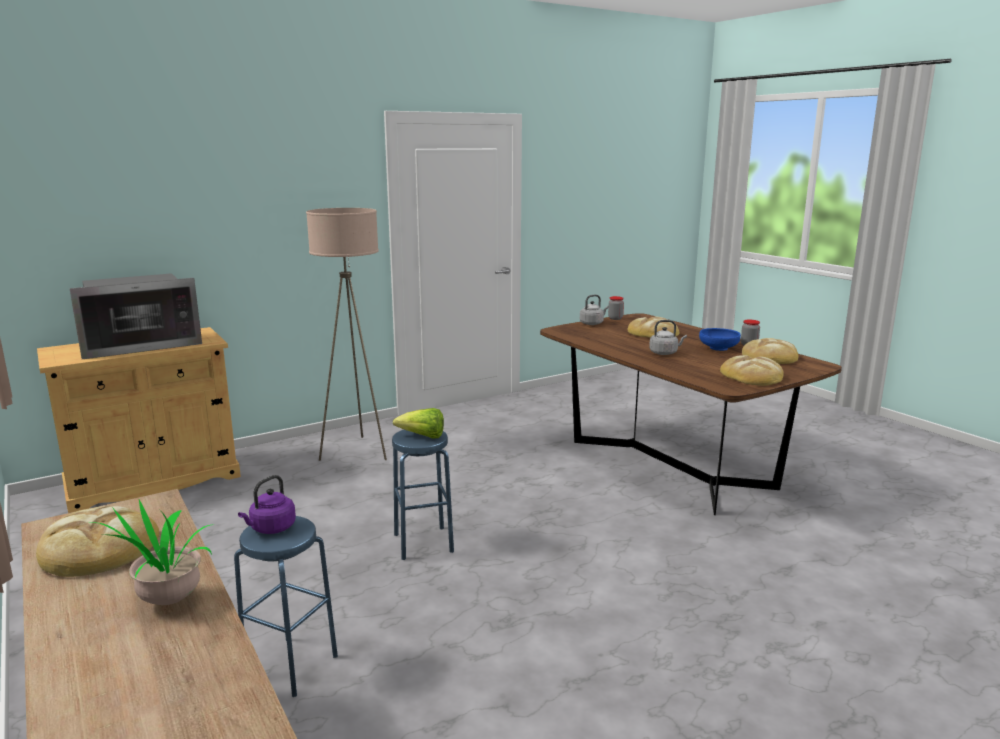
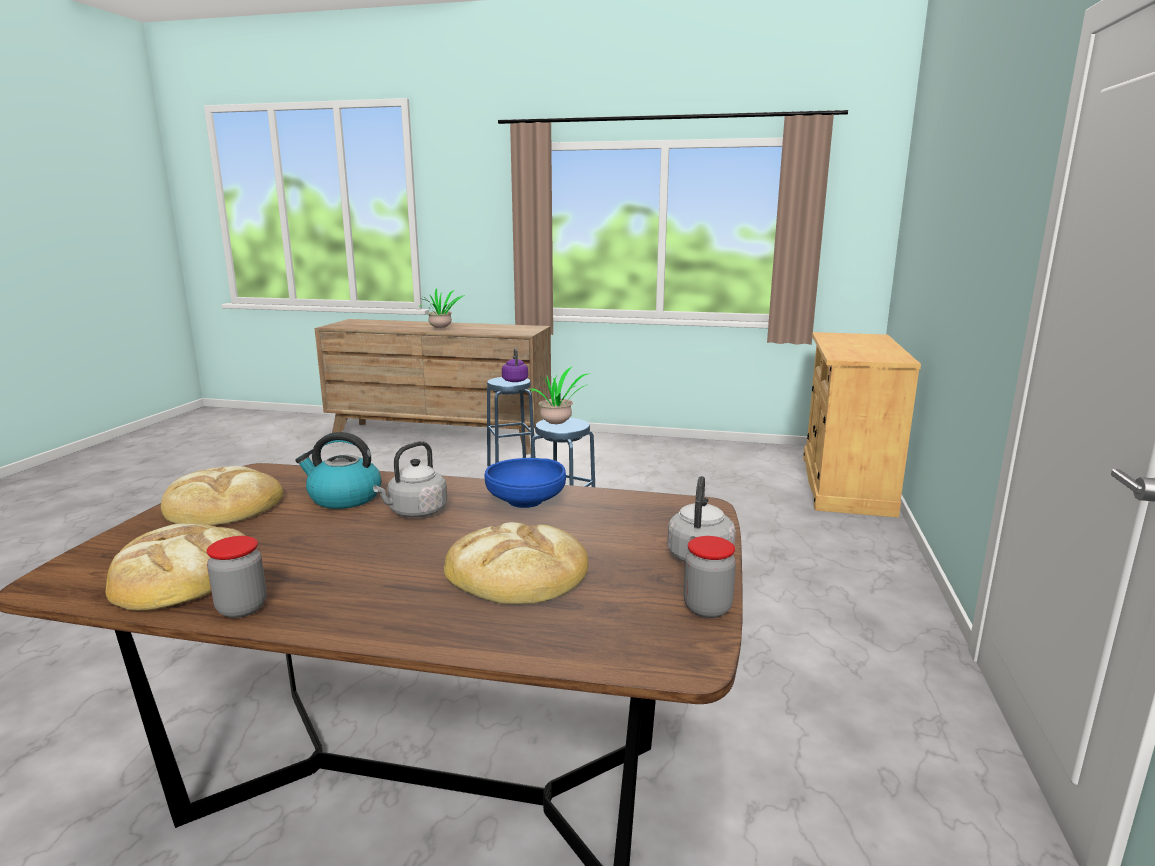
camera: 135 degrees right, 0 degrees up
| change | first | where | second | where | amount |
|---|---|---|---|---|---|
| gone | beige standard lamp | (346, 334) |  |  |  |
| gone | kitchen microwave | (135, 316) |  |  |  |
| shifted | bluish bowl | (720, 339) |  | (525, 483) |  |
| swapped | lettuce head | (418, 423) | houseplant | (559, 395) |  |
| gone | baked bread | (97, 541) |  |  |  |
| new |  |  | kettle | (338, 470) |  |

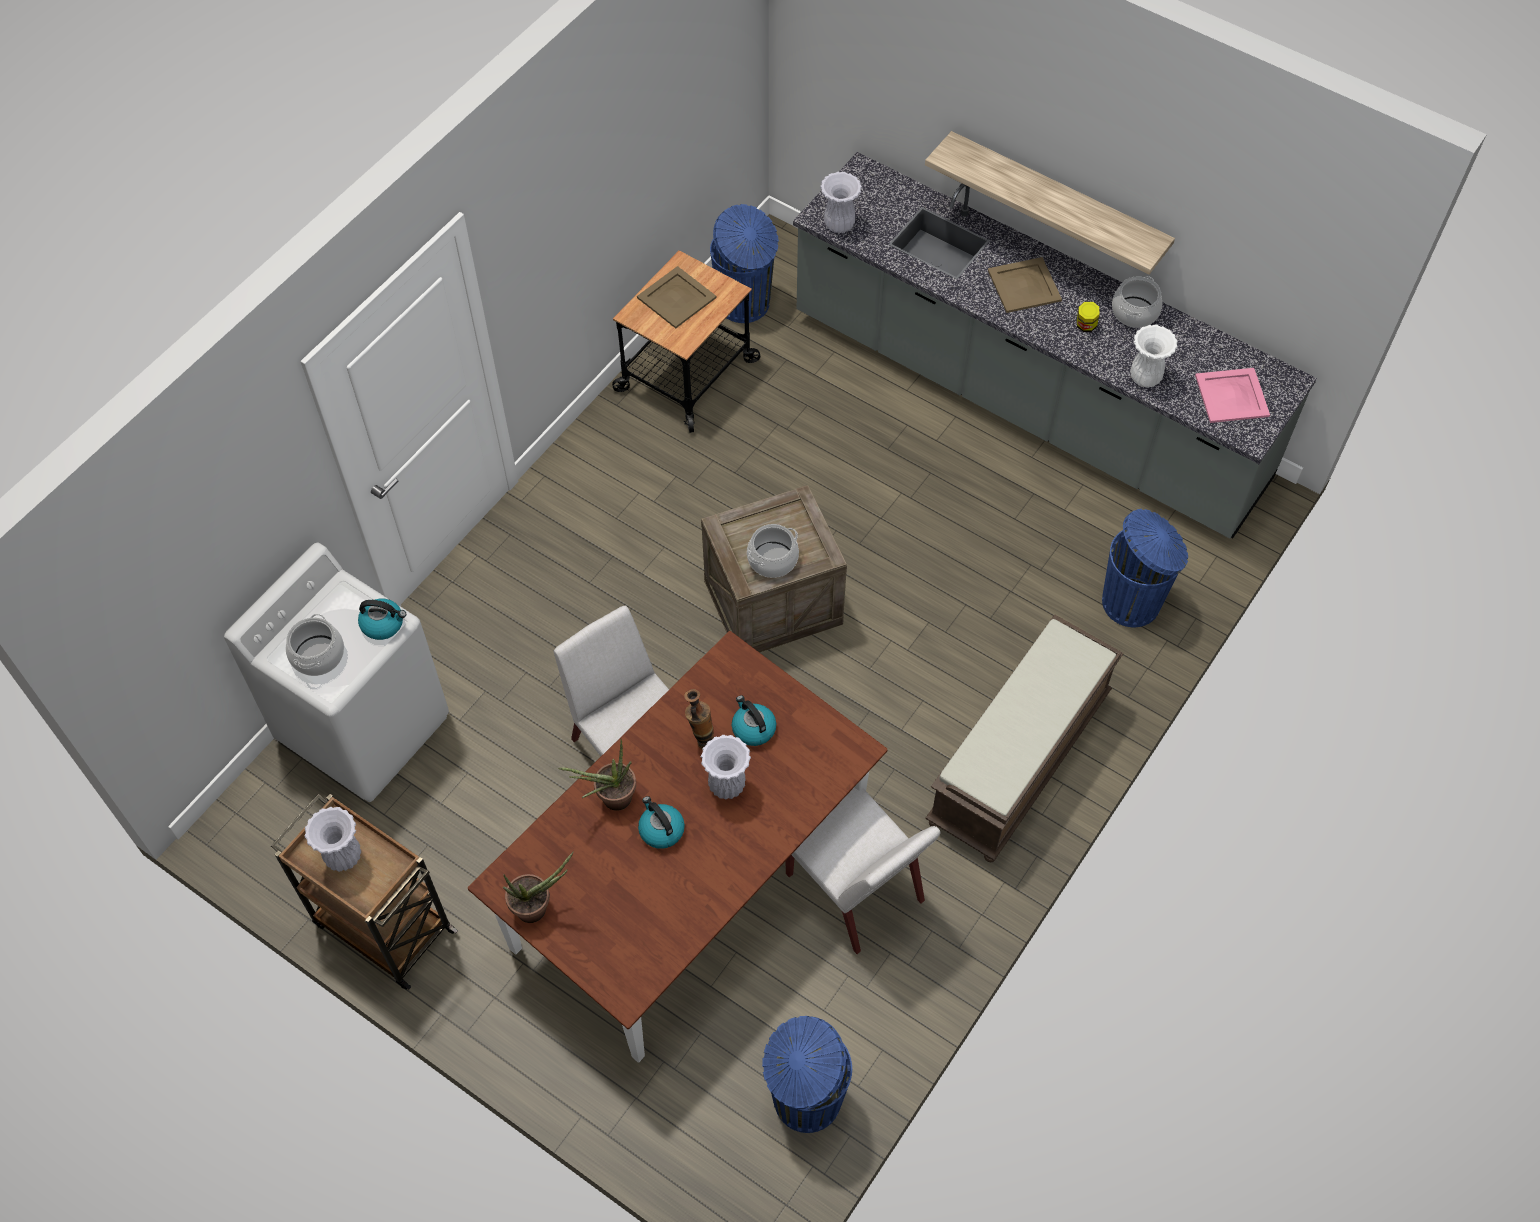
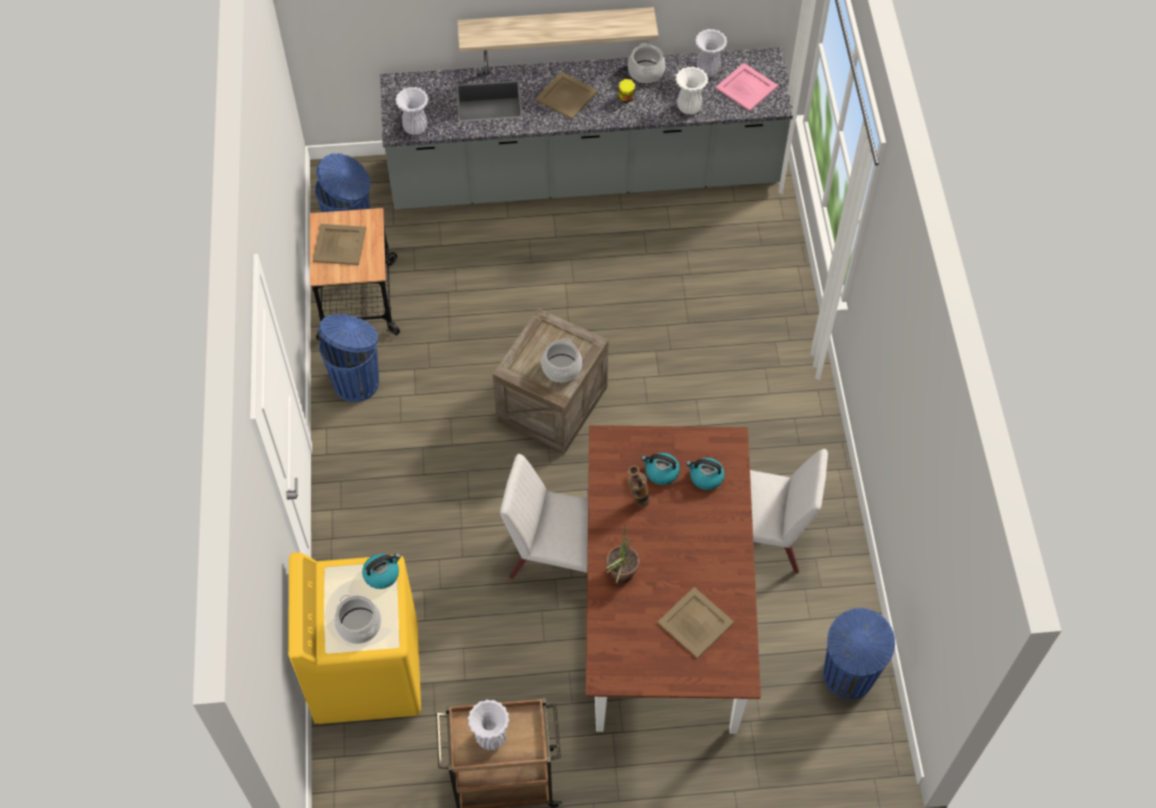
camera: 40 degrees left, 0 degrees up
| change | first | where | second | where | amount |
|---|---|---|---|---|---|
| shifted | bluish waste bin | (1145, 568) |  | (349, 358) |  |
| repainted | white-coloured laundry machine | (336, 672) | yellow laundry machine | (354, 638) |  |
| gone | brownish long seat | (1024, 738) |  |  |  |
| shifted | white-coloured vase | (726, 767) |  | (711, 53) |  |
| shifted | kettle | (661, 822) |  | (705, 474) |  |
| gone | houseplant | (538, 887) |  |  |  |
| new |  |  | beige carrying tray | (695, 623) |  |

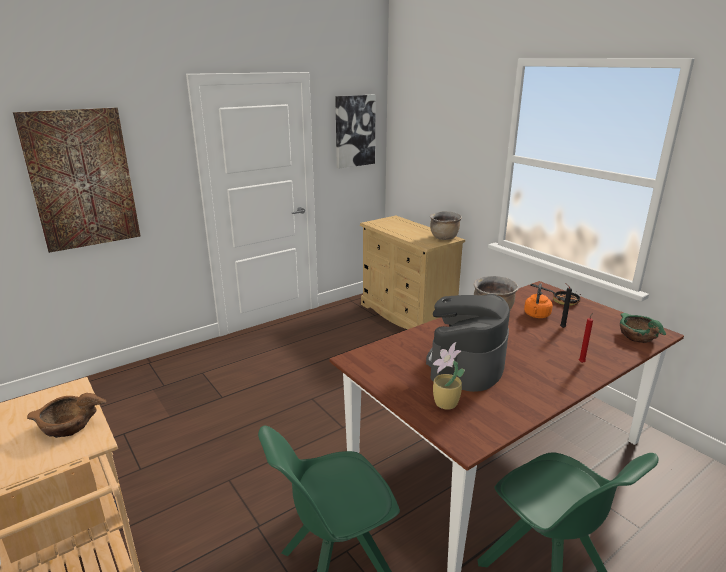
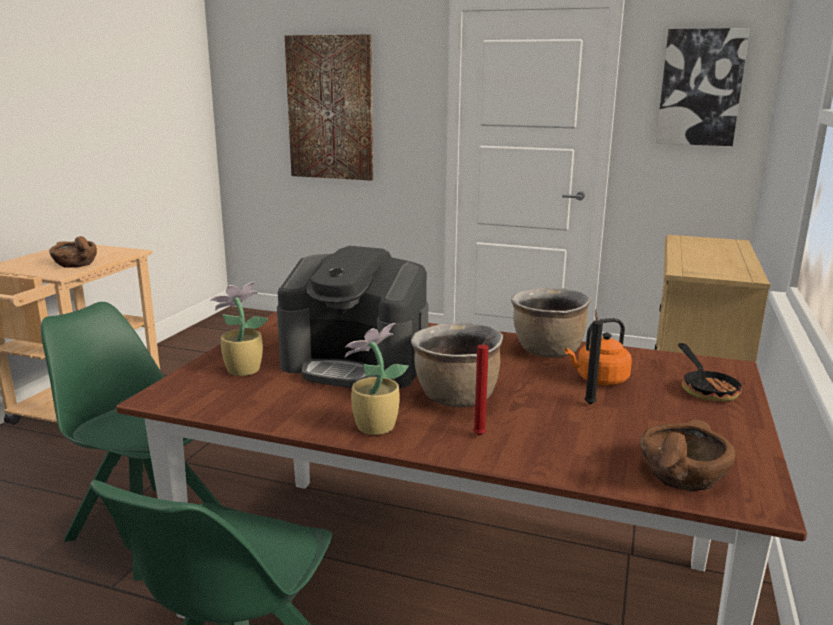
camera: 55 degrees right, 5 degrees down
| change | first | where | second | where | amount |
|---|---|---|---|---|---|
| shifted | brownish stockpot | (446, 225) |  | (457, 365) |  |
| rotated | coffee brewer | (468, 343) |  | (352, 317) | 150 degrees counterclockwise |
| repainted | green-coloured bowl | (643, 328) | brownish bowl | (688, 455) |  |
| new |  |  | houseplant | (377, 379) |  |

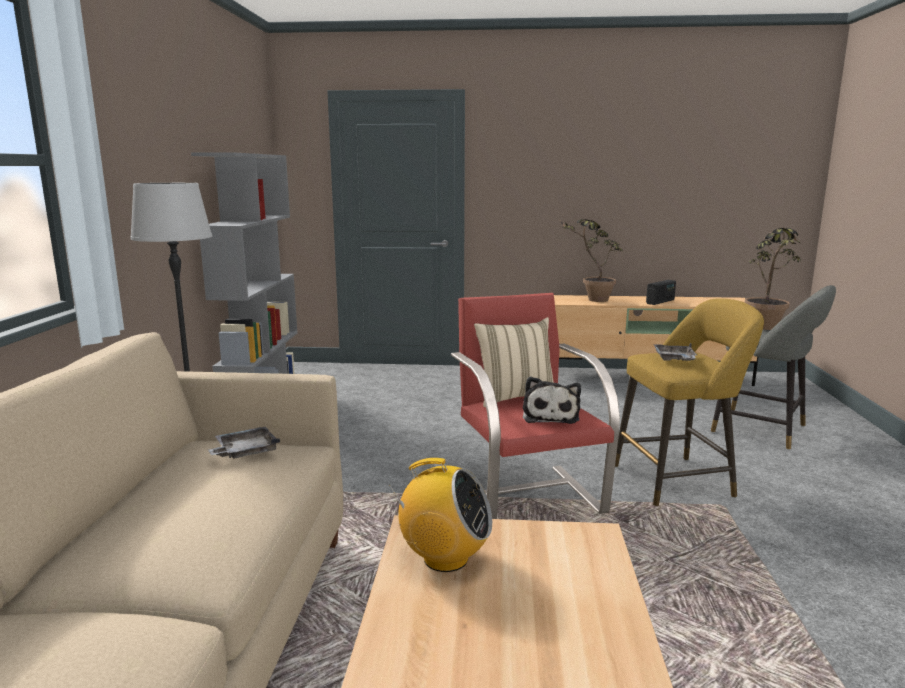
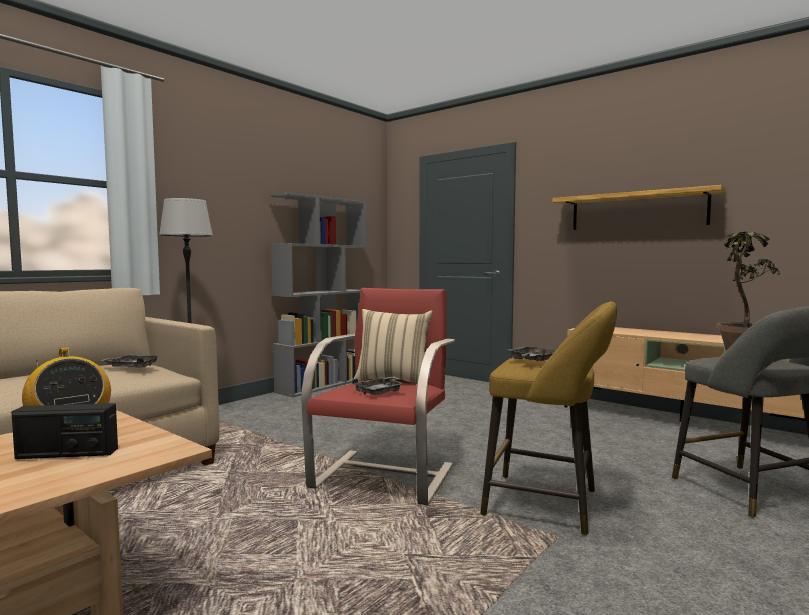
camera: 35 degrees right, 10 degrees down
| change | first | where | second | where | amount |
|---|---|---|---|---|---|
| gone | houseplant | (591, 260) |  |  |  |
| shifted | radio receiver | (661, 292) |  | (64, 431) |  |
| swapped | cuddly toy | (552, 400) | grey carrying tray | (378, 385) |  |
| new |  |  | wall shelf | (640, 207) |  |

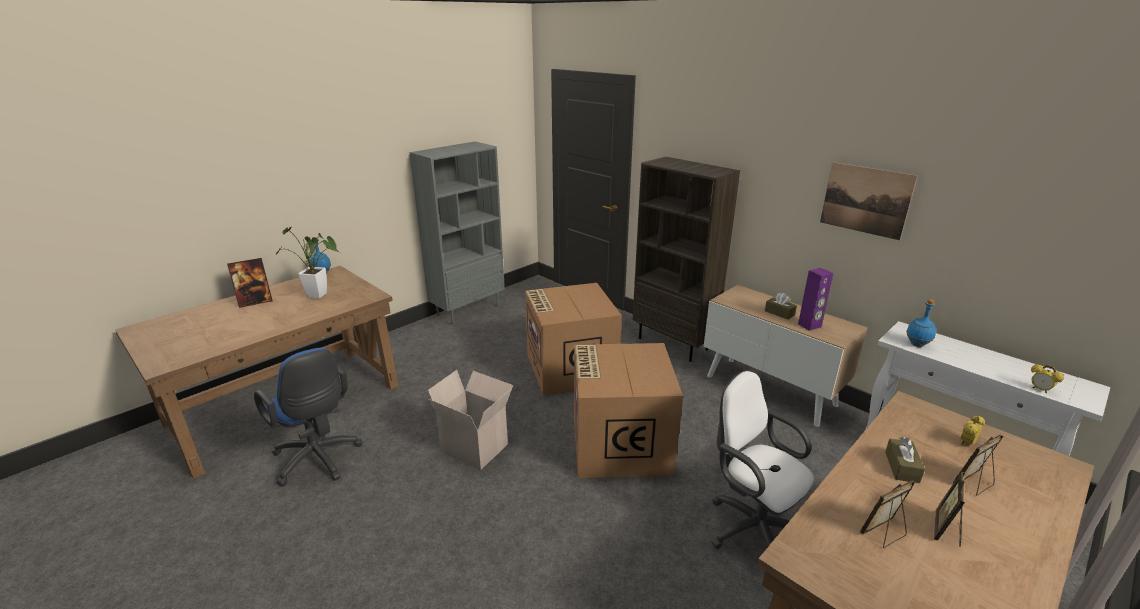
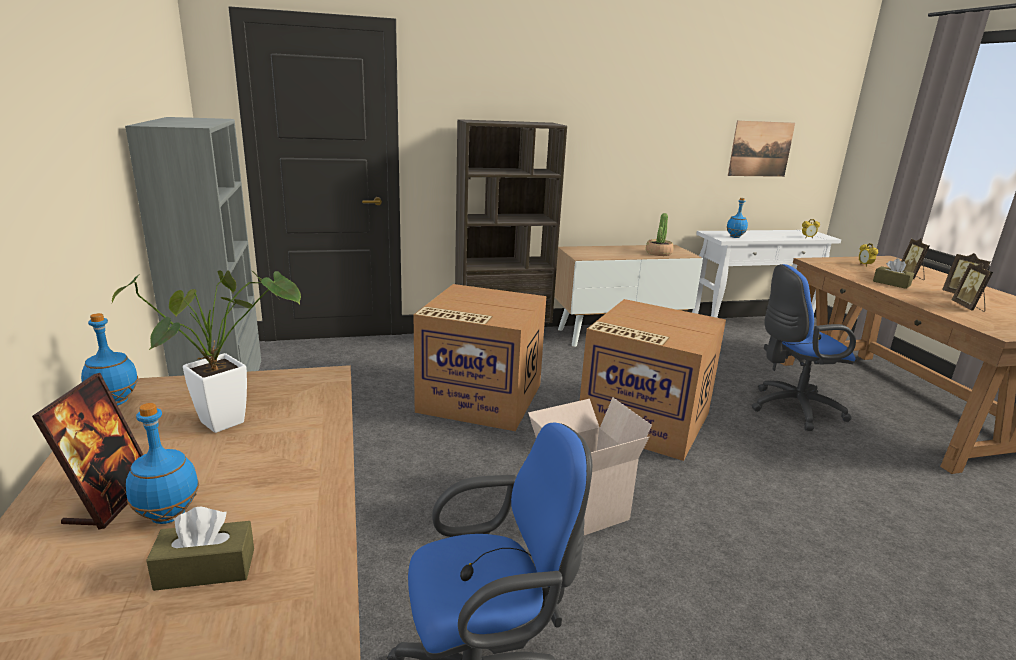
camera: 60 degrees left, 5 degrees down
| change | first | where | second | where | amount |
|---|---|---|---|---|---|
| shifted | wall picture | (869, 201) |  | (761, 149) |  |
| swapped | purple-coloured audio speaker | (815, 299) | houseplant | (660, 234) |  |
| shifted | brownish tissue holder | (781, 306) |  | (200, 548) |  |
| repainted | white-coloured computer chair | (762, 459) | bluish computer chair | (803, 347) |  |
| new |  |  | bluish beverage bottle | (162, 463) |  |

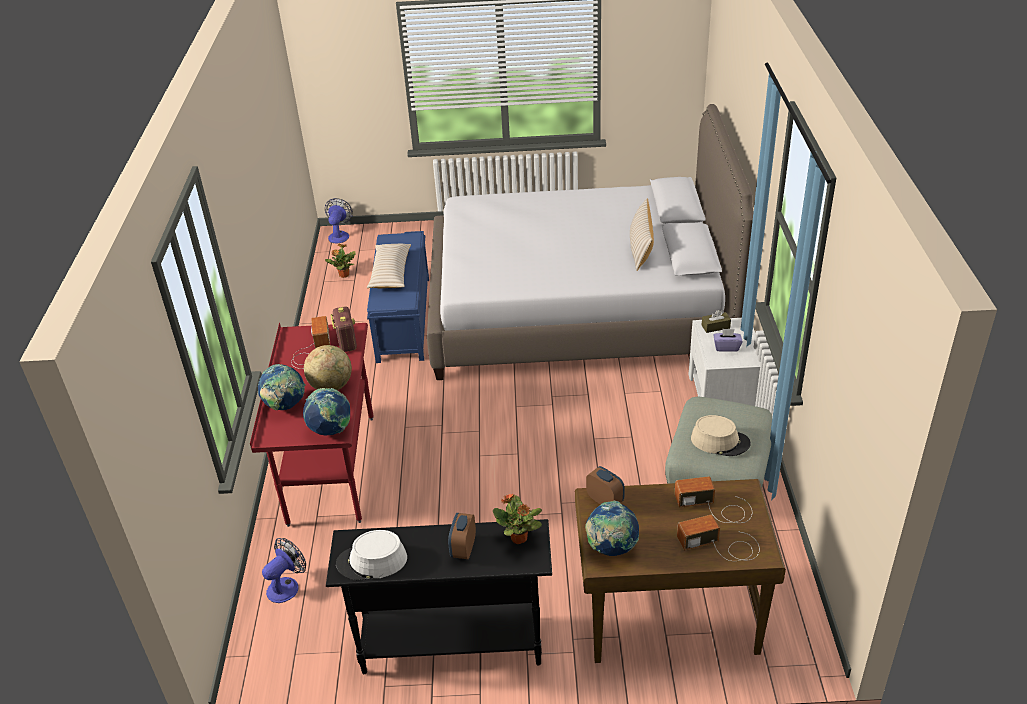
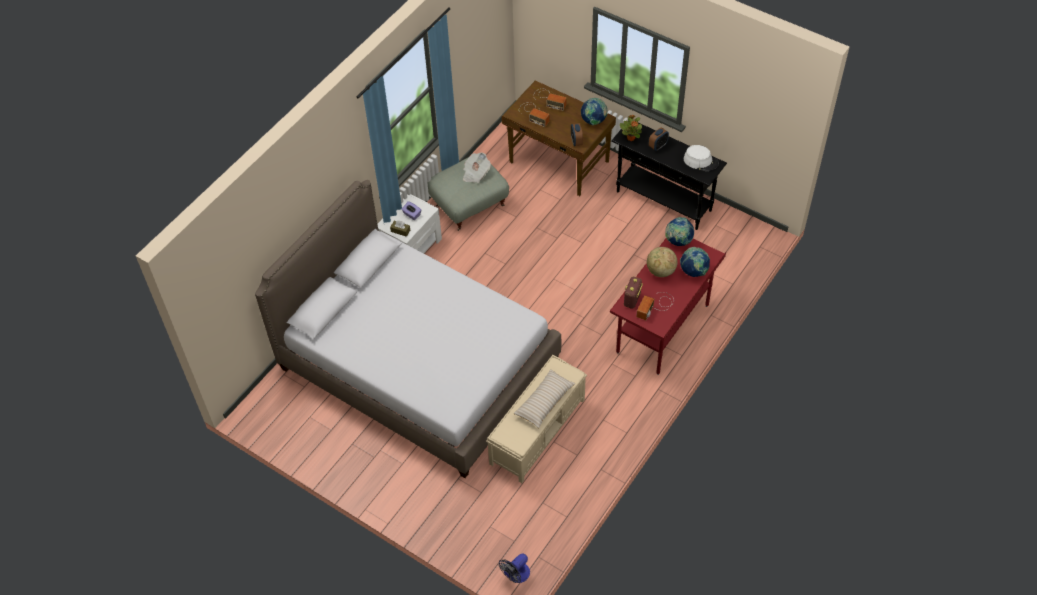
camera: 145 degrees left, 15 degrees up
| change | first | where | second | where | amount |
|---|---|---|---|---|---|
| gone | beige cushion | (642, 234) |  |  |  |
| repainted | bluish long seat | (398, 297) | beige long seat | (536, 419) |  |
| gone | houseplant | (340, 261) |  |  |  |
| swapped | beige hat | (721, 435) | printed paper | (477, 167) |  |
| gone | electric fan | (284, 570) |  |  |  |

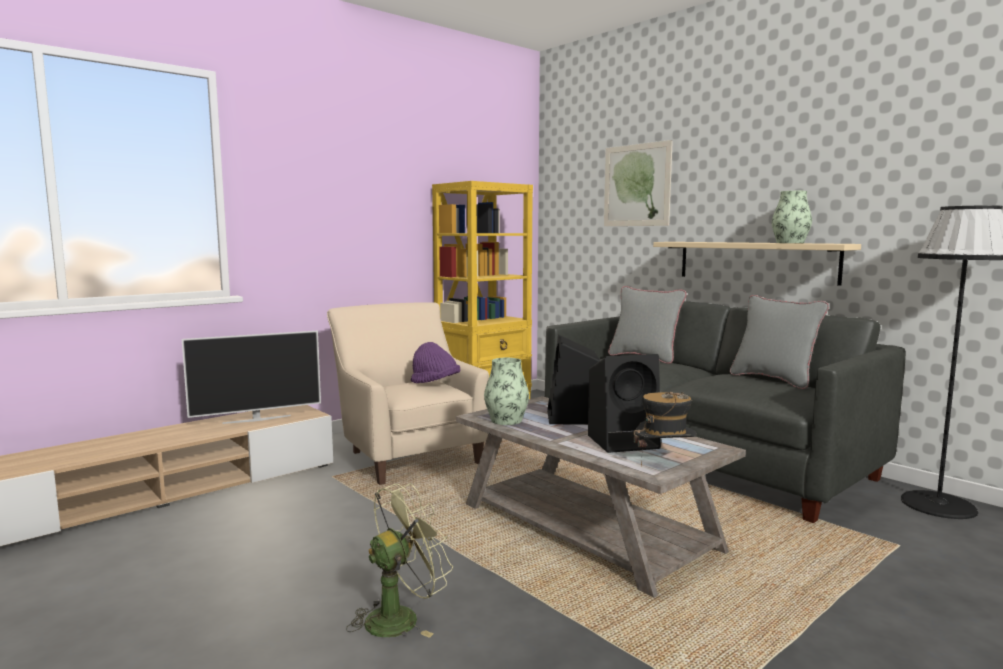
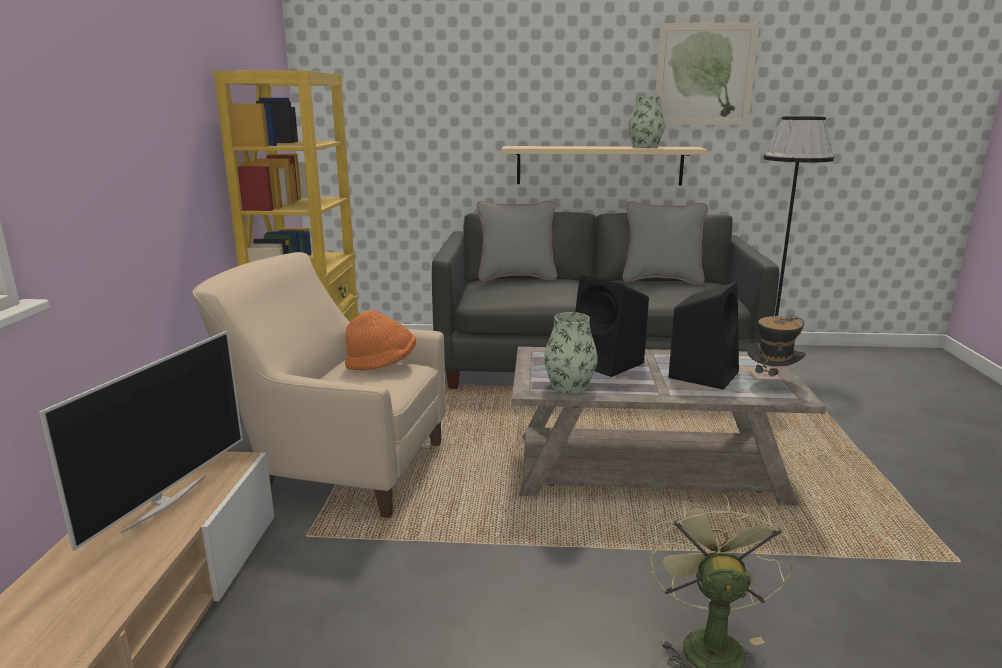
camera: 45 degrees left, 10 degrees up
| change | first | where | second | where | amount |
|---|---|---|---|---|---|
| shifted | wall picture | (638, 183) |  | (707, 73) |  |
| repainted | purple-coloured hat | (435, 362) | orangey hat | (380, 340) |  |

